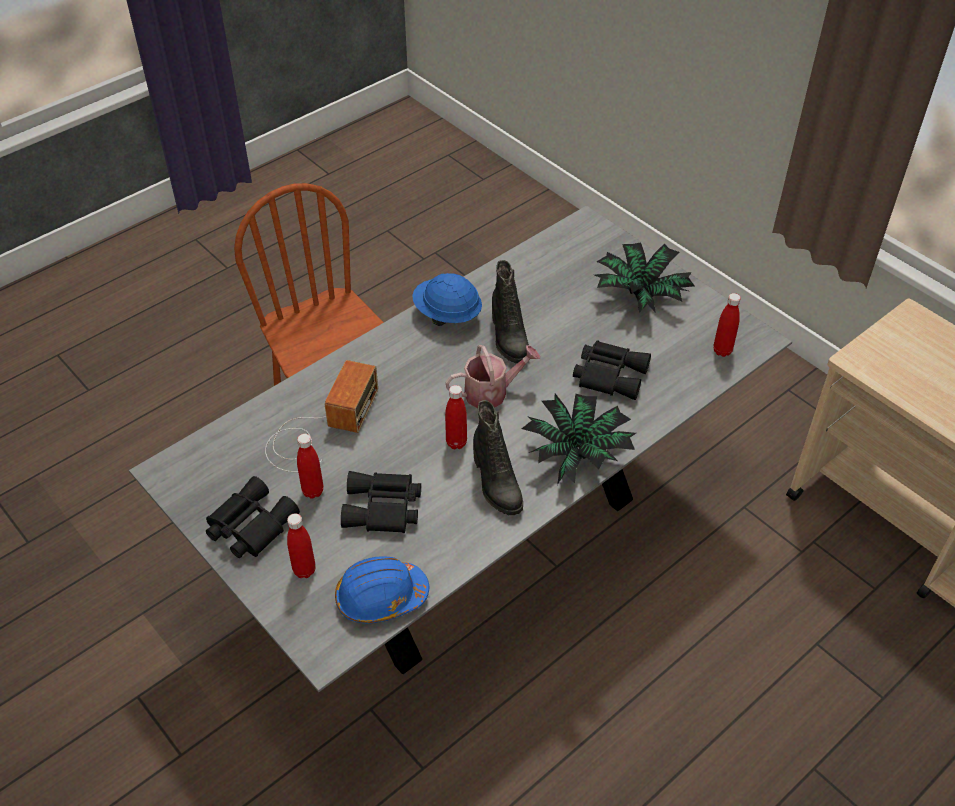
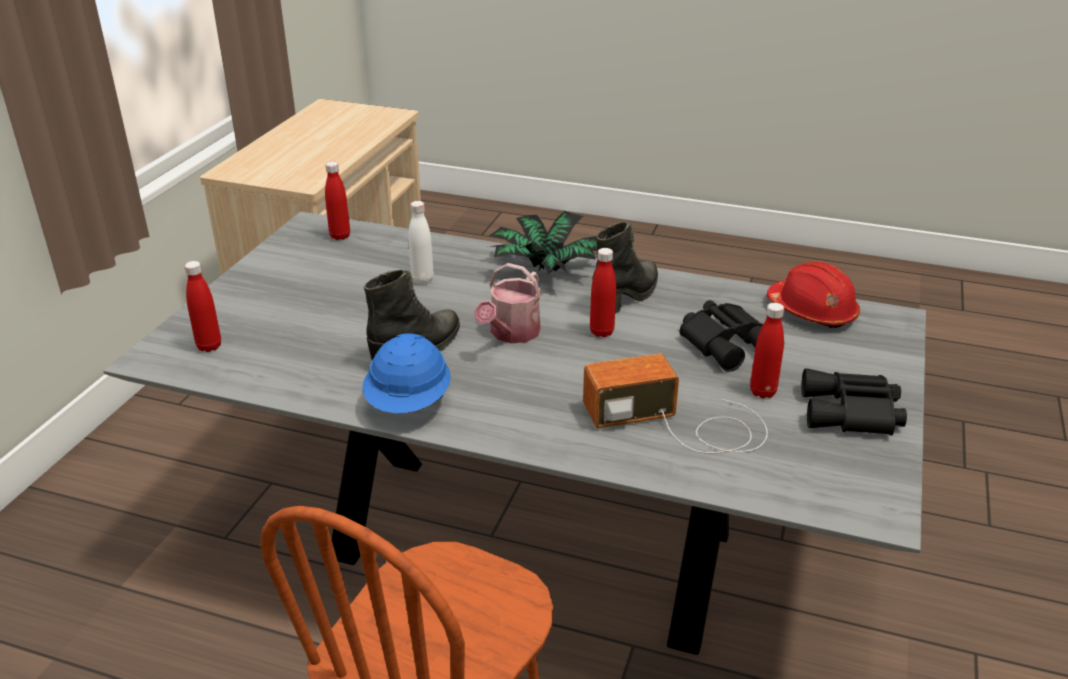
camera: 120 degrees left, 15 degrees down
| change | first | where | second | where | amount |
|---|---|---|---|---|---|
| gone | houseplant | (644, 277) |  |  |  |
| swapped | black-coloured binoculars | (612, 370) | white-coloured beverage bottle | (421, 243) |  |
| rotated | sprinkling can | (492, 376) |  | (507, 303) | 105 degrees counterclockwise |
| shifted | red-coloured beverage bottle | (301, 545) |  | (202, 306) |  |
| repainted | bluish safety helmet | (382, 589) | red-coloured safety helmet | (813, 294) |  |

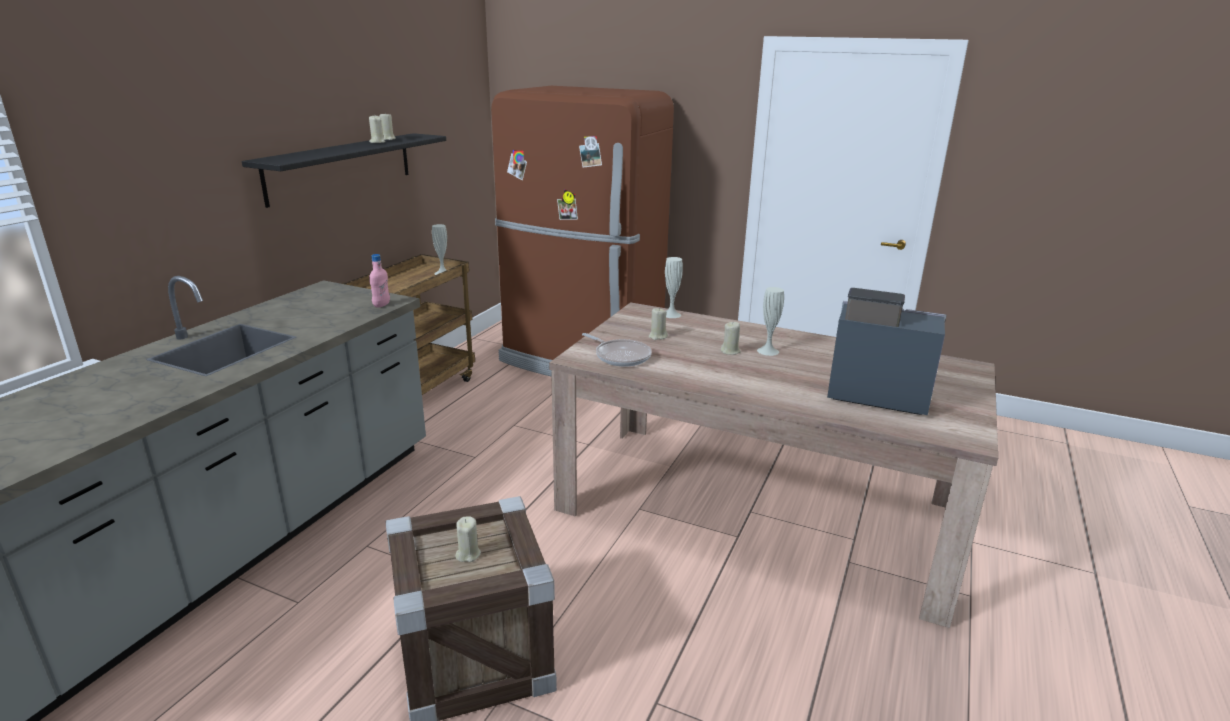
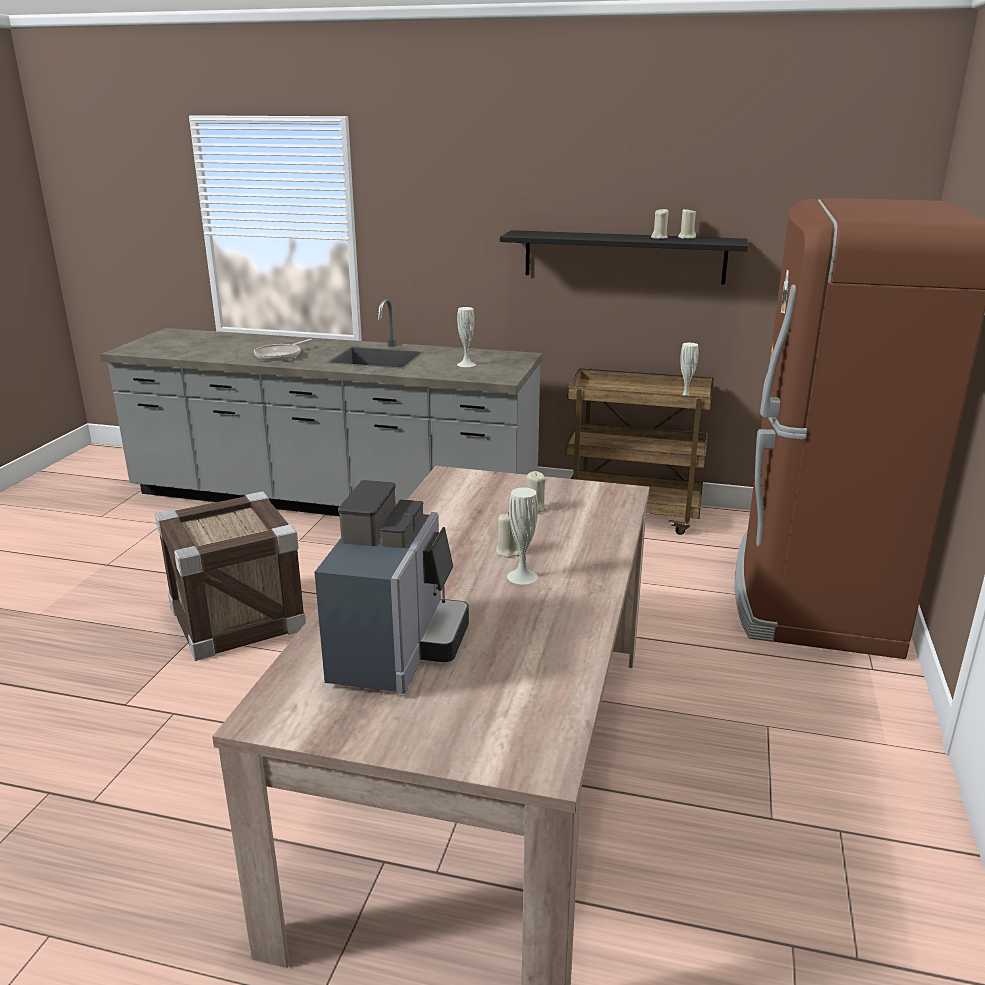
camera: 80 degrees right, 0 degrees up
| change | first | where | second | where | amount |
|---|---|---|---|---|---|
| gone | pink beverage bottle | (379, 281) |  |  |  |
| shifted | white-coloured vase | (674, 287) |  | (466, 337) |  |
| shifted | frying pan | (617, 350) |  | (283, 350) |  |
| gone | beige wax candle | (468, 539) |  |  |  |

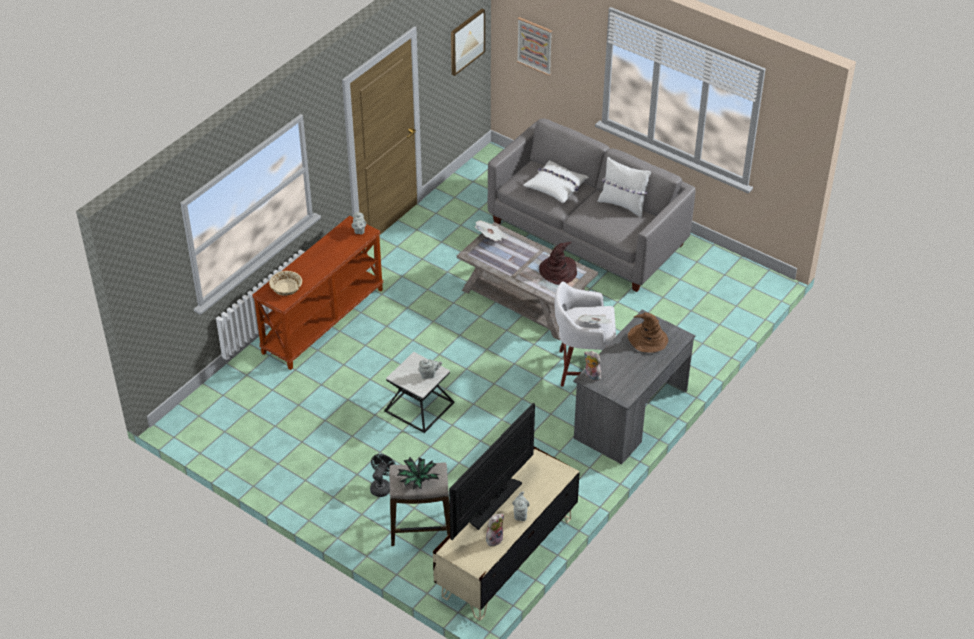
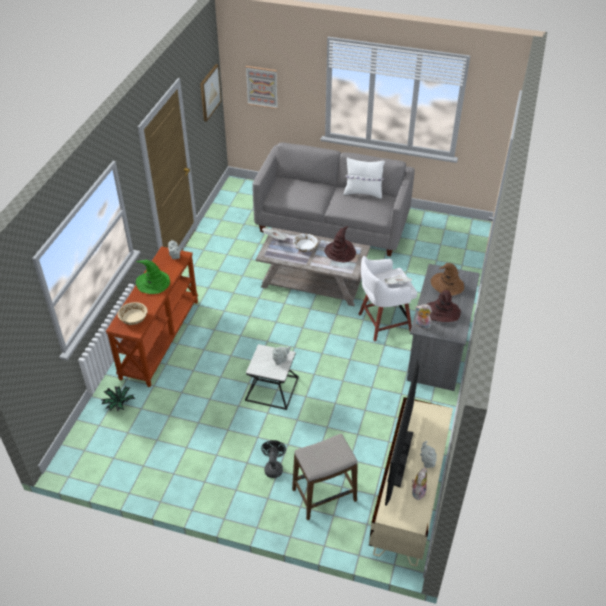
camera: 20 degrees left, 0 degrees up
| change | first | where | second | where | amount |
|---|---|---|---|---|---|
| gone | white-coloured cushion | (556, 181) |  |  |  |
| shifted | houseplant | (418, 473) |  | (118, 399) |  |
| new |  |  | white-coloured bowl | (305, 243) |  |
| new |  |  | green-coloured hat | (153, 277) |  |
| new |  |  | brownish hat | (444, 306) |  |

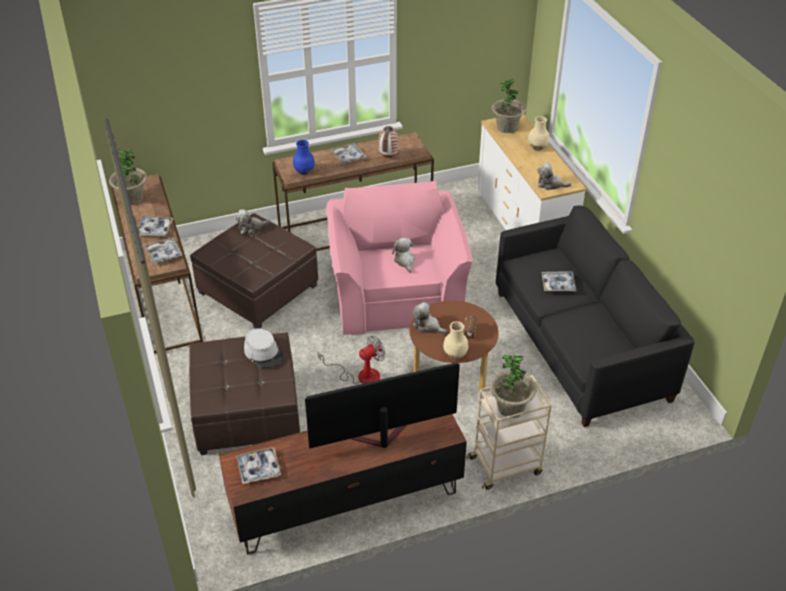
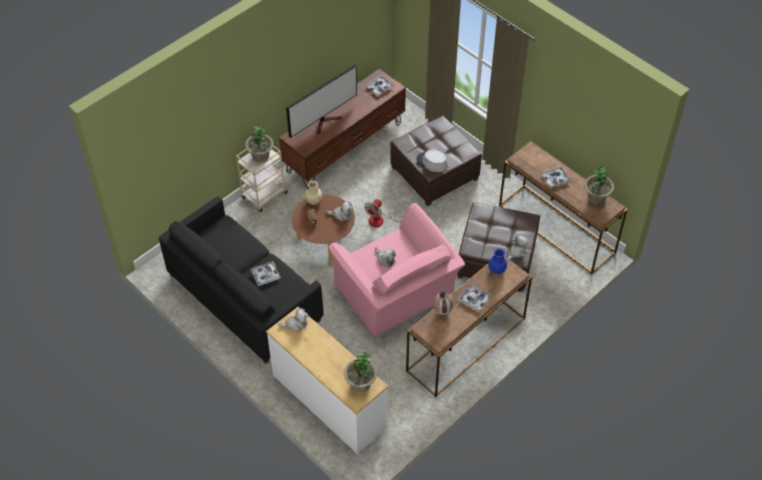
camera: 155 degrees right, 10 degrees up
| change | first | where | second | where | amount |
|---|---|---|---|---|---|
| gone | beige vase | (538, 133) |  |  |  |
| gone | carrying tray | (163, 250) |  |  |  |

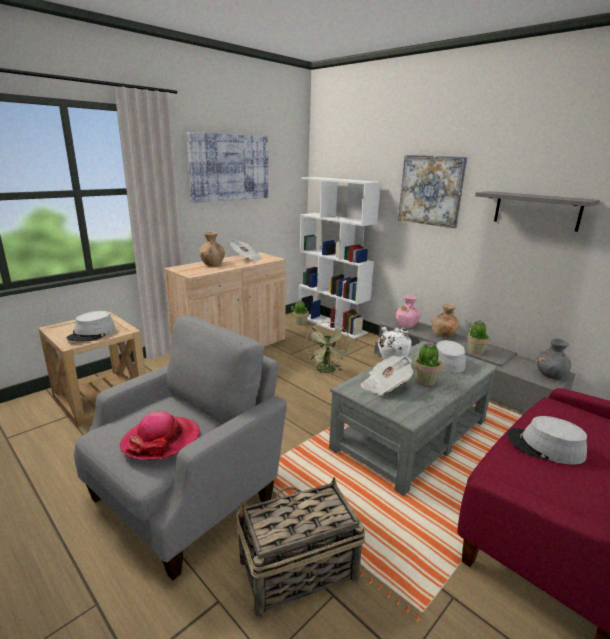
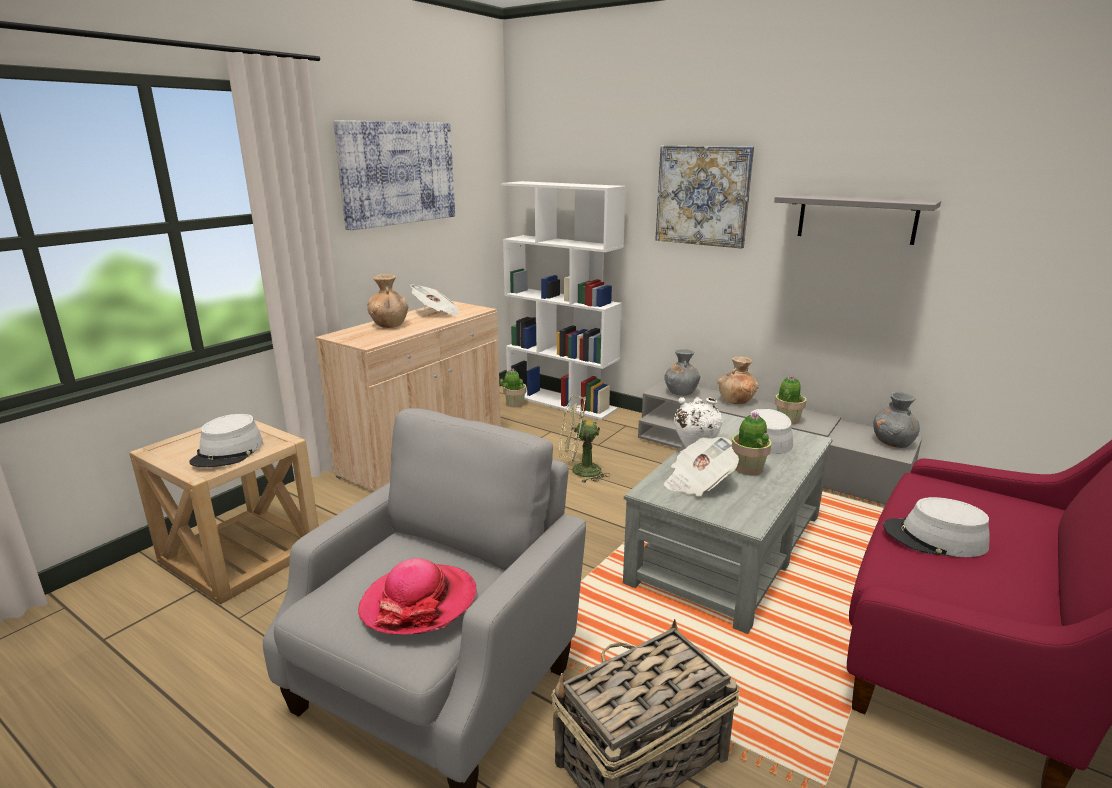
camera: 10 degrees left, 0 degrees up
| change | first | where | second | where | amount |
|---|---|---|---|---|---|
| repainted | pink vase | (408, 311) | grey vase | (682, 372) |  |
| rotated | green-coloured electric fan | (327, 347) |  | (584, 439) | 105 degrees clockwise |

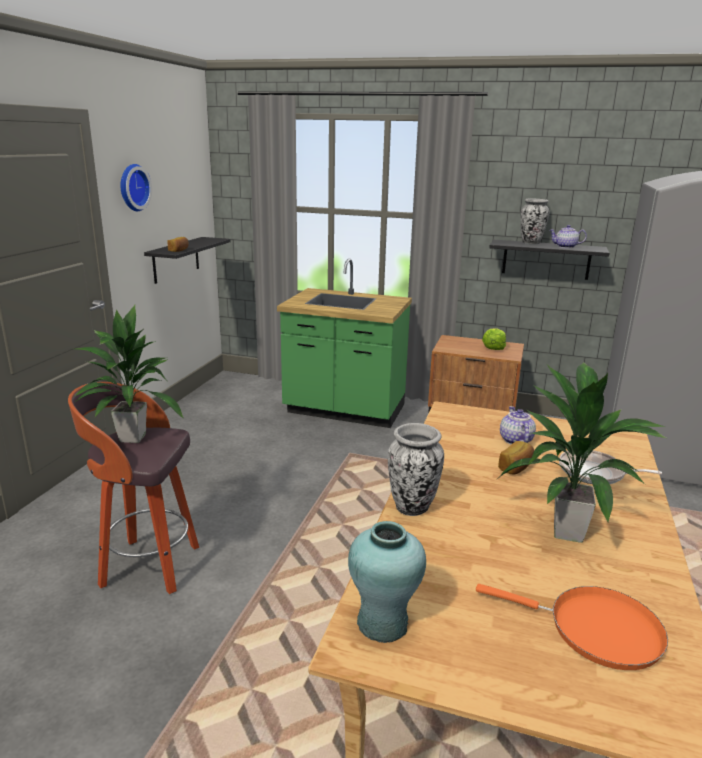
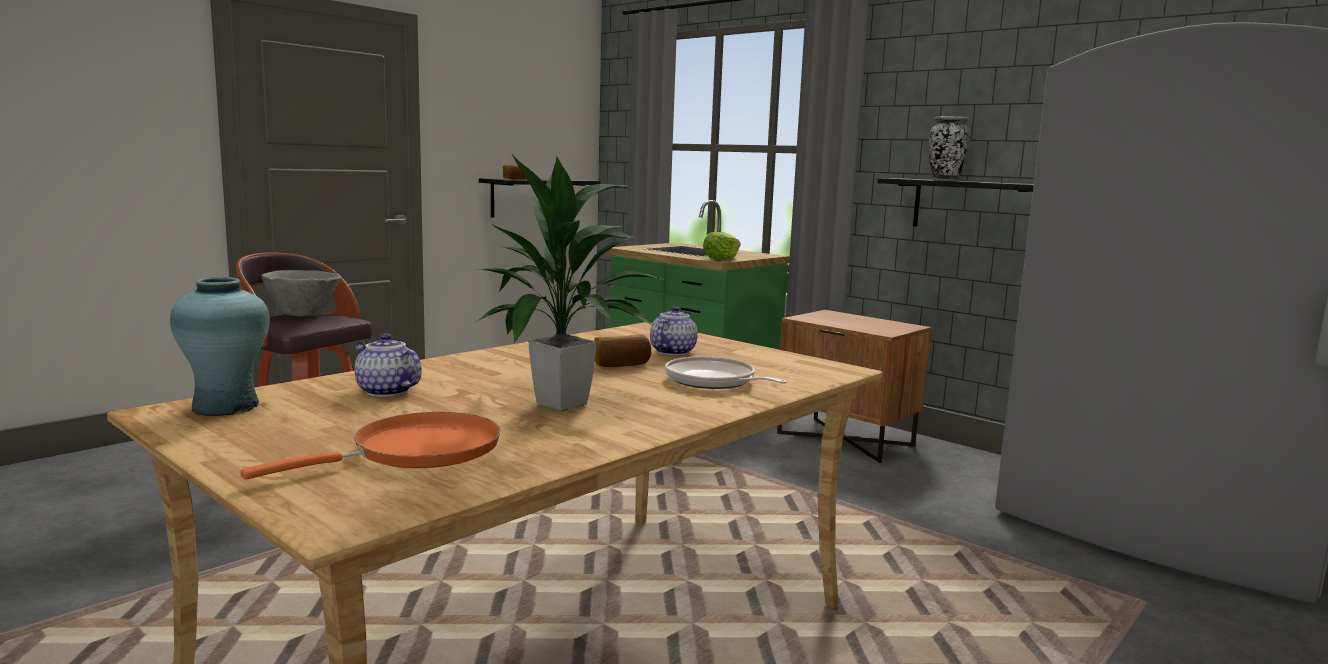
camera: 25 degrees right, 10 degrees down
| change | first | where | second | where | amount |
|---|---|---|---|---|---|
| gone | clock on the wall | (136, 187) |  |  |  |
| shifted | pot for tea | (568, 236) |  | (387, 365) |  |
| swapped | houseplant | (129, 374) | grey bowl | (301, 293) |  |
| shifted | lettuce head | (494, 339) |  | (722, 246) |  |
| gone | vase | (416, 469) |  |  |  |
| rotated | orangey frying pan | (572, 627) |  | (370, 446) | 90 degrees counterclockwise |

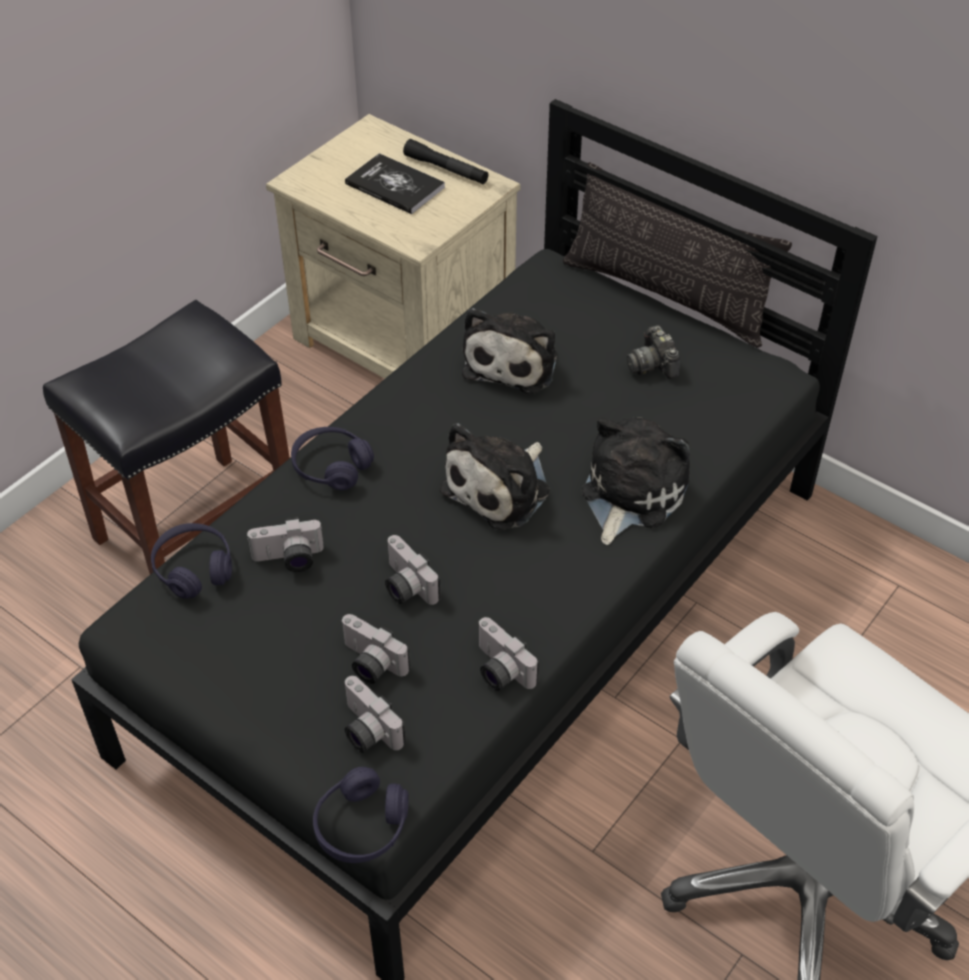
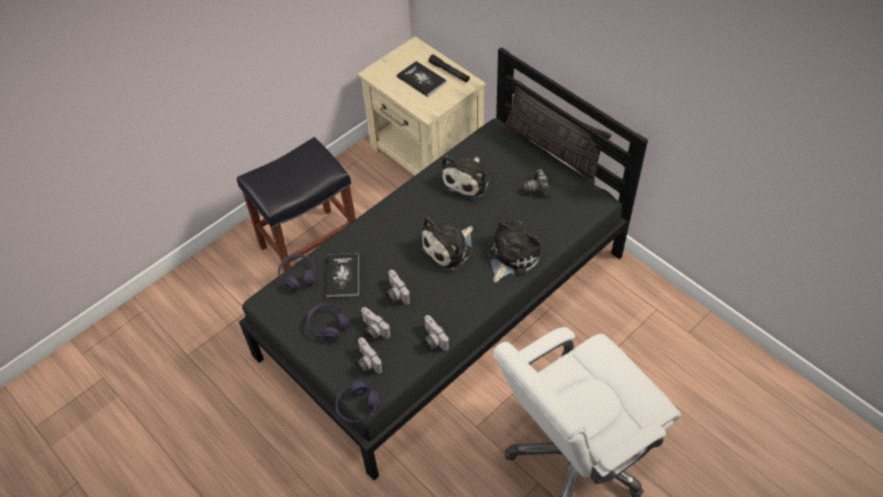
camera: 10 degrees right, 5 degrees up
| change | first | where | second | where | amount |
|---|---|---|---|---|---|
| shifted | purple-coloured headset | (332, 458) |  | (328, 322) |  |
| swapped | photo camera | (285, 544) | bound book | (342, 275) |  |

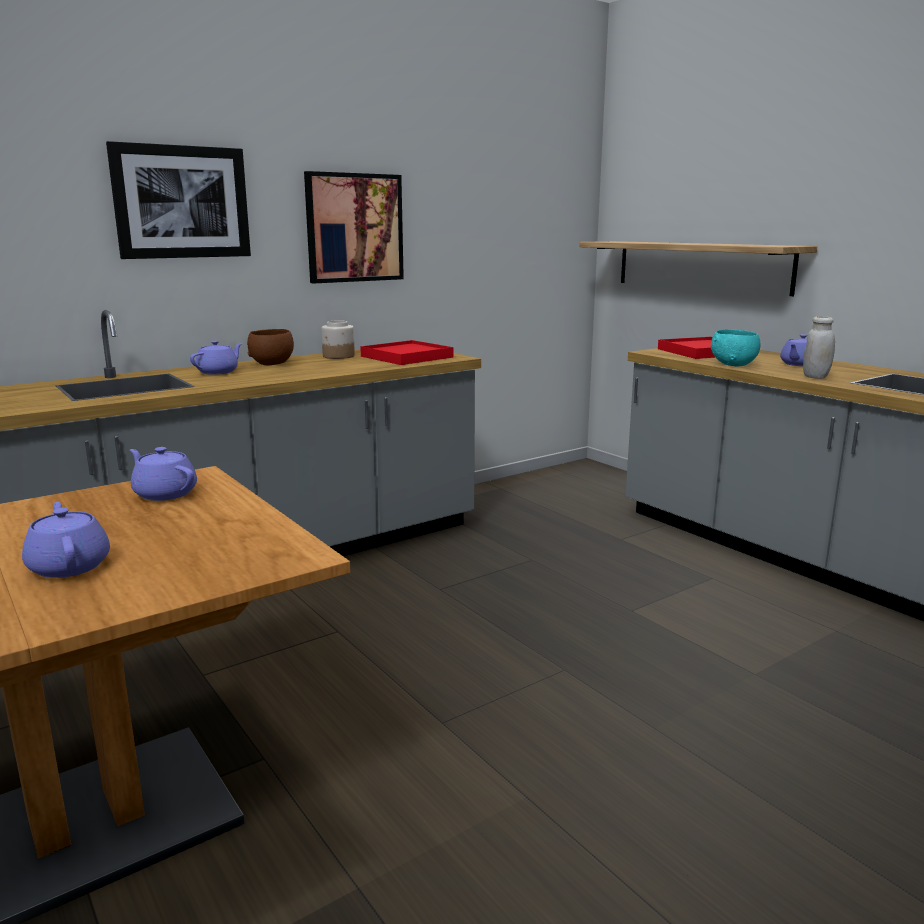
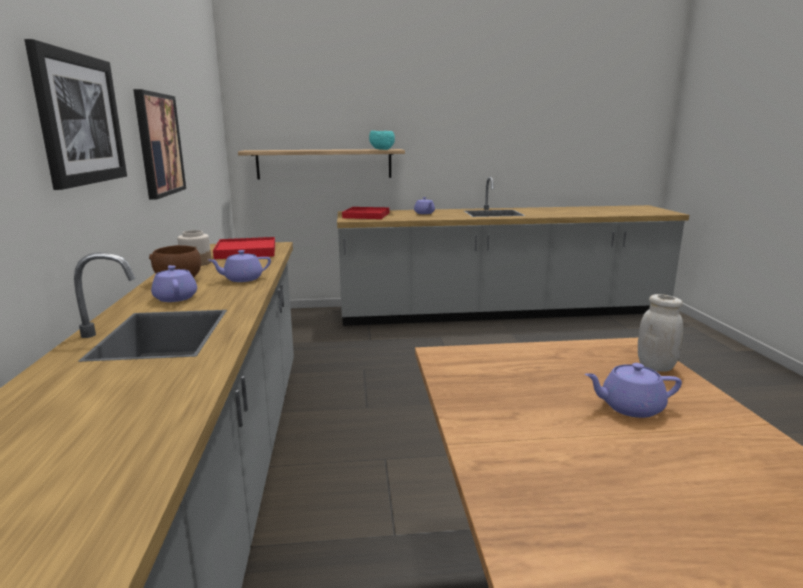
camera: 60 degrees left, 0 degrees up
| change | first | where | second | where | amount |
|---|---|---|---|---|---|
| shifted | white-coloured storage jar | (819, 347) |  | (660, 332) |  |
| shifted | turquoise-coloured bowl | (736, 348) |  | (382, 140) |  |
| shifted | purple-coloured pot for tea | (163, 474) |  | (240, 266) |  |

